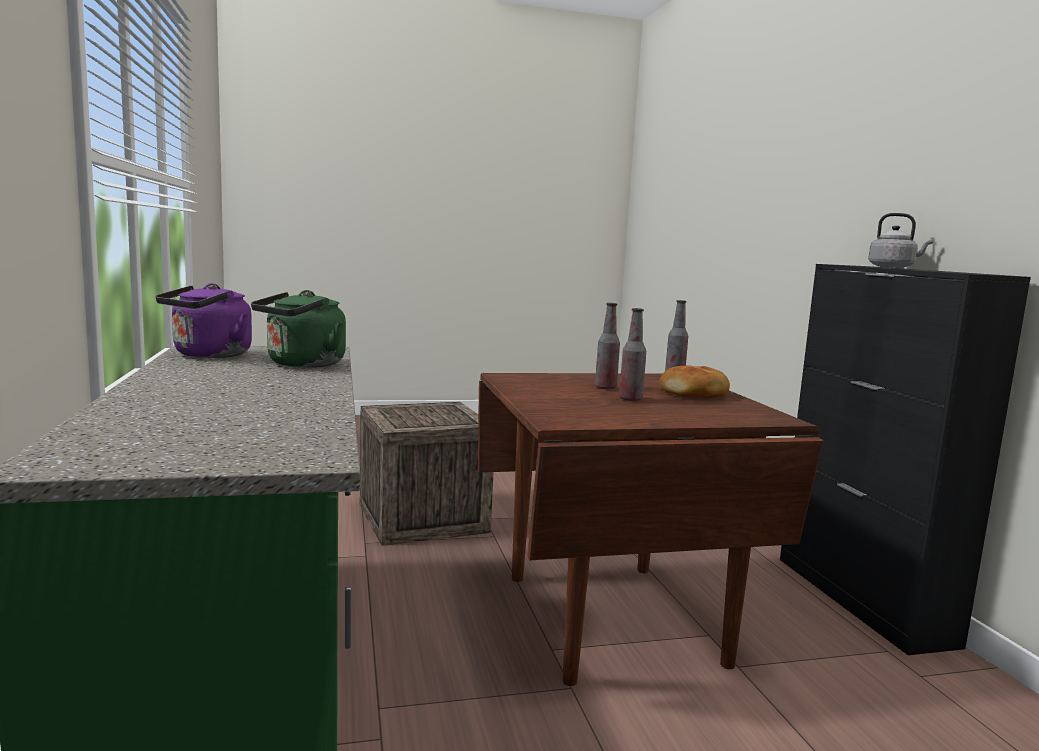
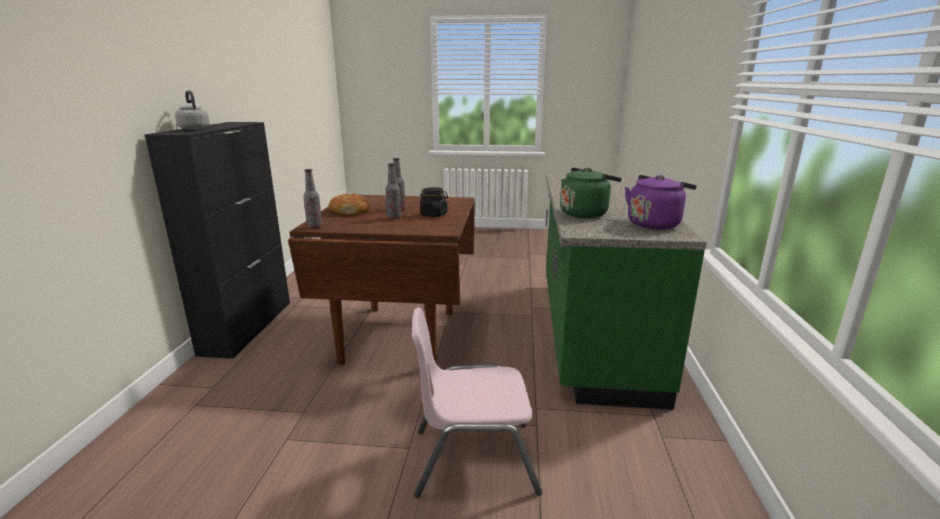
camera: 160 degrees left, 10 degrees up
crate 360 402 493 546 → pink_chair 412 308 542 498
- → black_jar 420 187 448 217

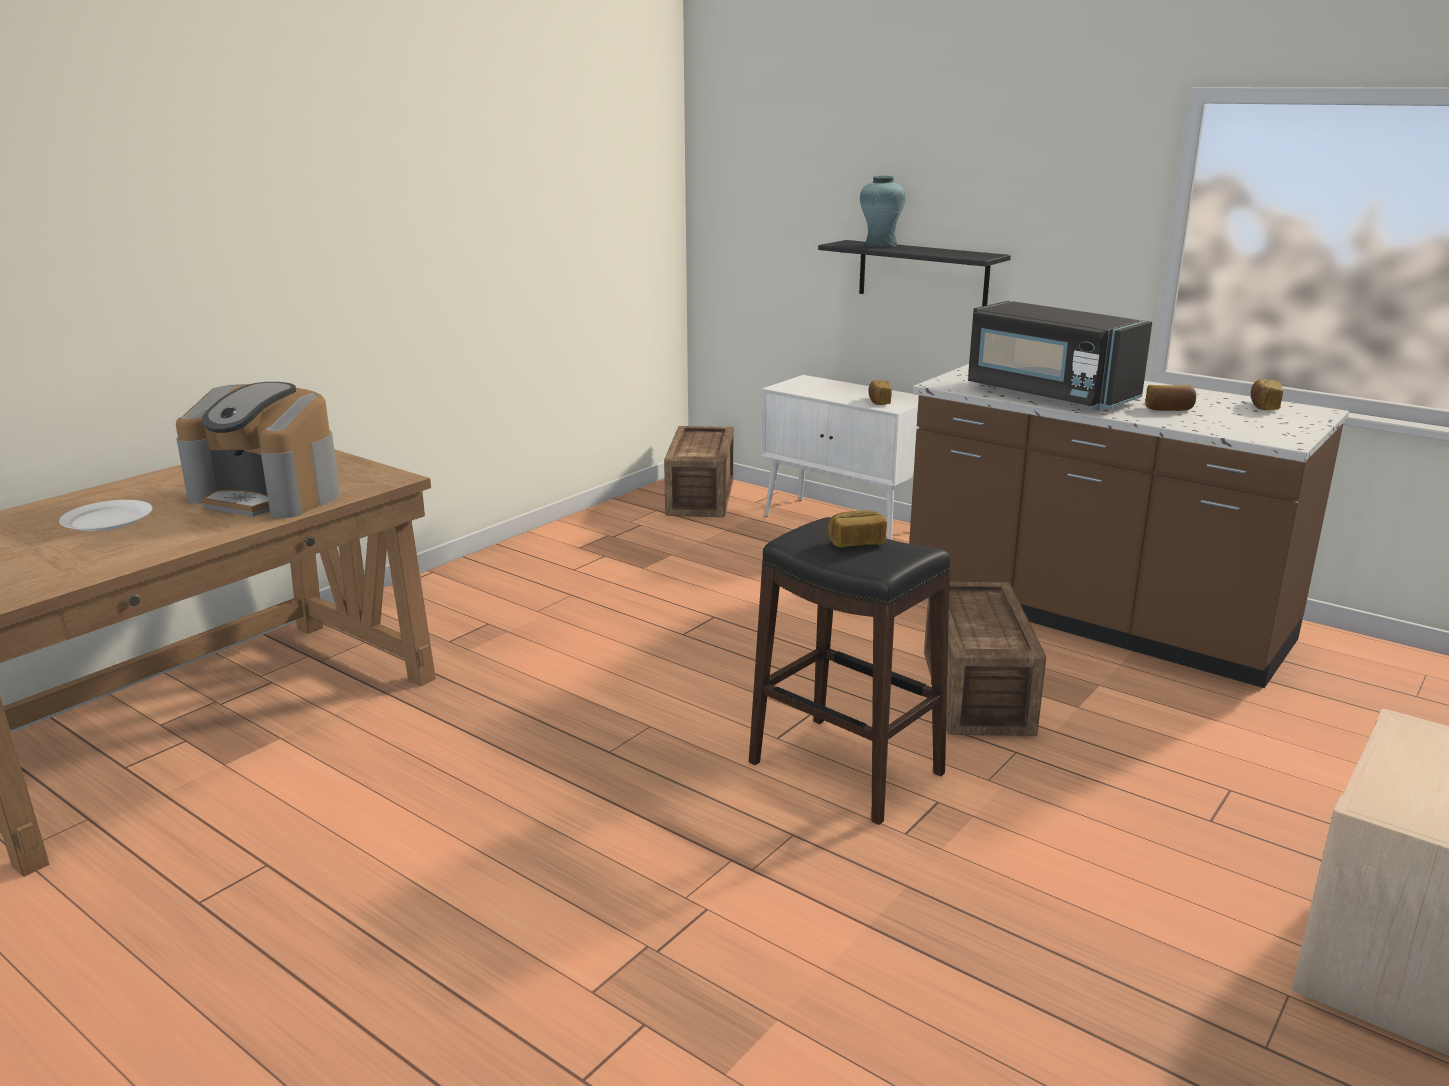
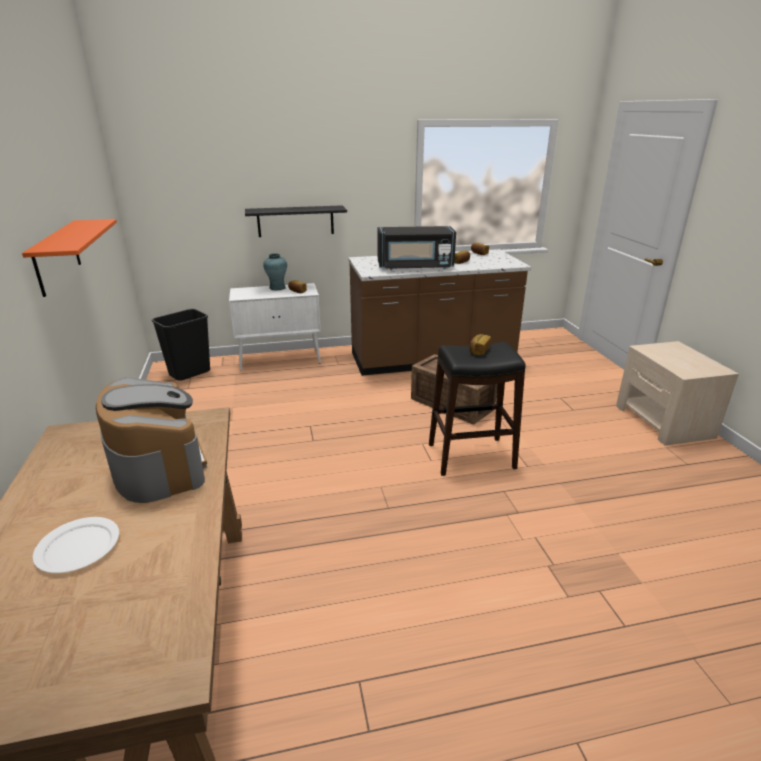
camera: 50 degrees left, 5 degrees up
- → orange_shelf 22 219 117 297
coffee_machine 176 382 340 518 → coffee_machine 96 377 207 503, 90 degrees counterclockwise
crate 664 426 734 517 → black_trash_can 152 309 210 381
turquoise_vase 860 176 906 248 → turquoise_vase 263 254 287 291, relocated

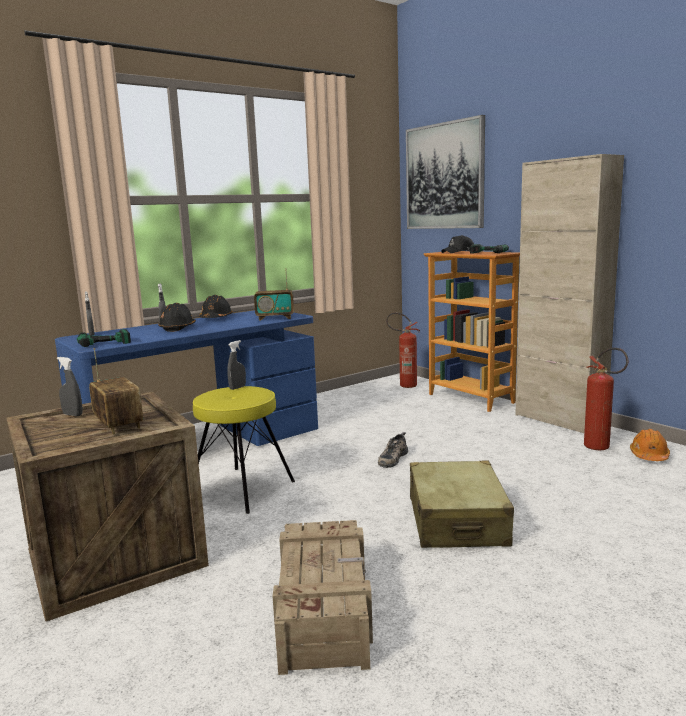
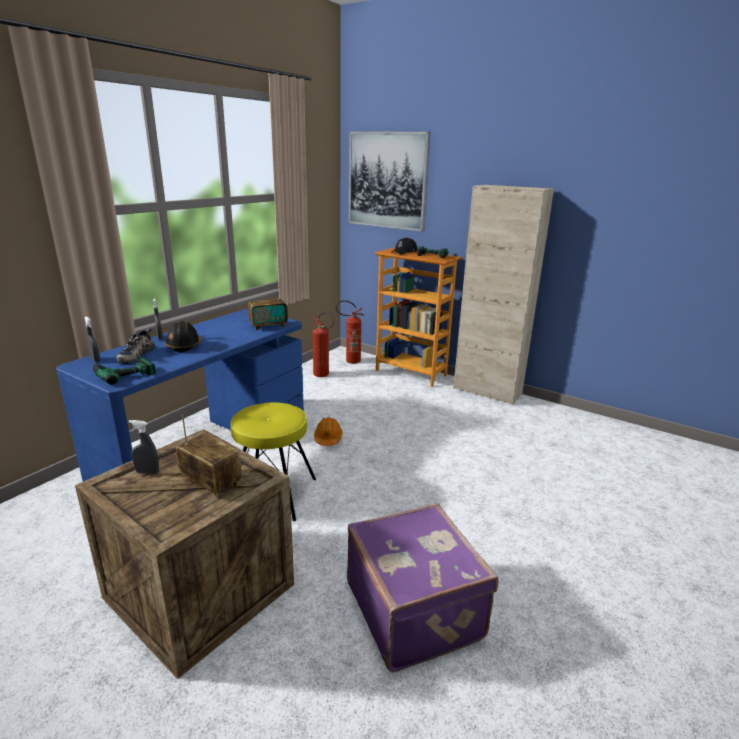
camera: 20 degrees left, 10 degrees up
shoe 378 432 408 468 → shoe 117 329 155 364, relocated
fire_extinguisher 584 348 628 450 → fire_extinguisher 312 312 334 377, relocated
orange_hard_hat 630 429 670 461 → orange_hard_hat 314 417 343 446, relocated
crate 273 520 373 675 → purple_suitcase 347 503 499 673
black_hard_hat 199 295 233 318 → -
grey_spray_bottle 227 340 246 390 → -
beige_suitcase 410 461 514 548 → -

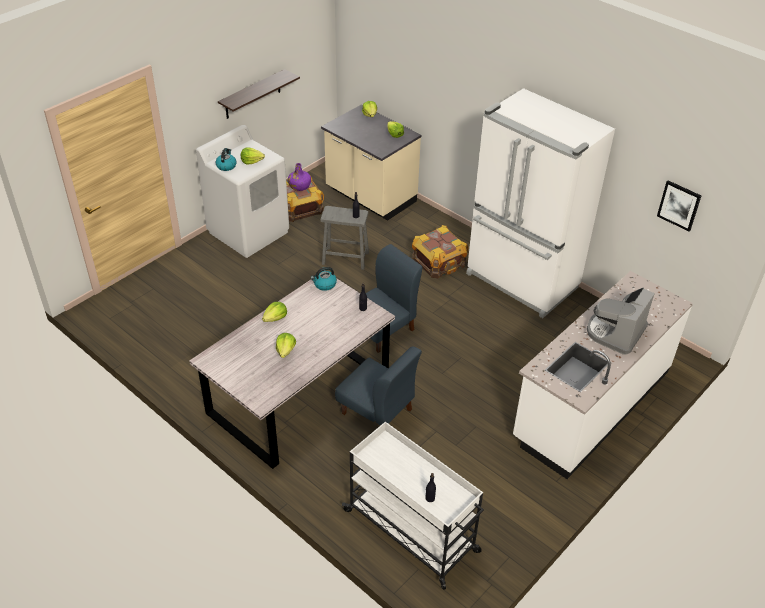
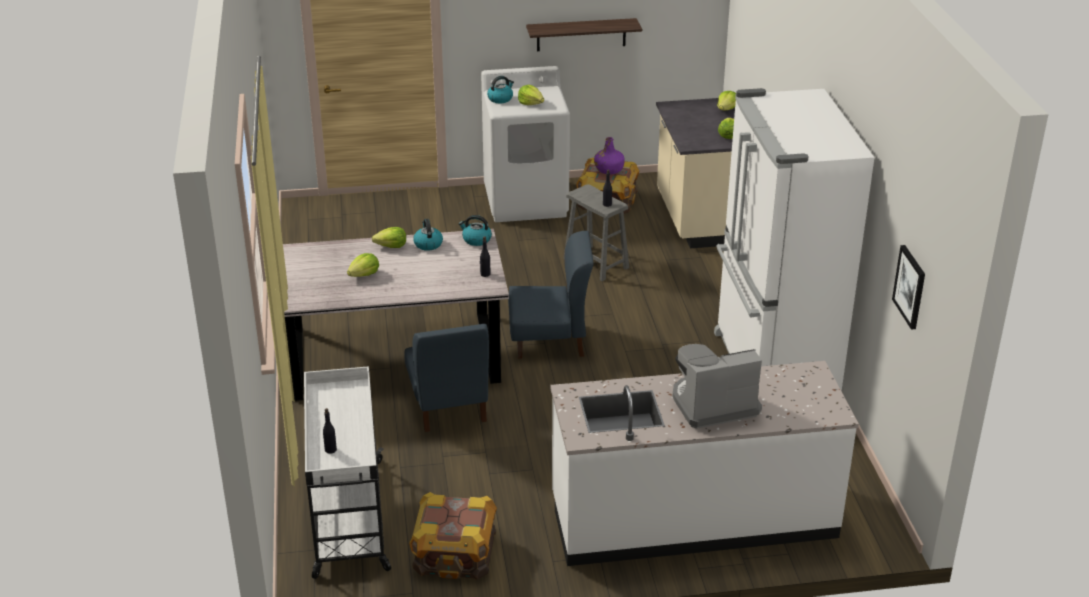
camera: 40 degrees right, 10 degrees down
crate 412 225 468 279 → crate 409 492 497 580, relocated
- → kettle 413 218 443 251

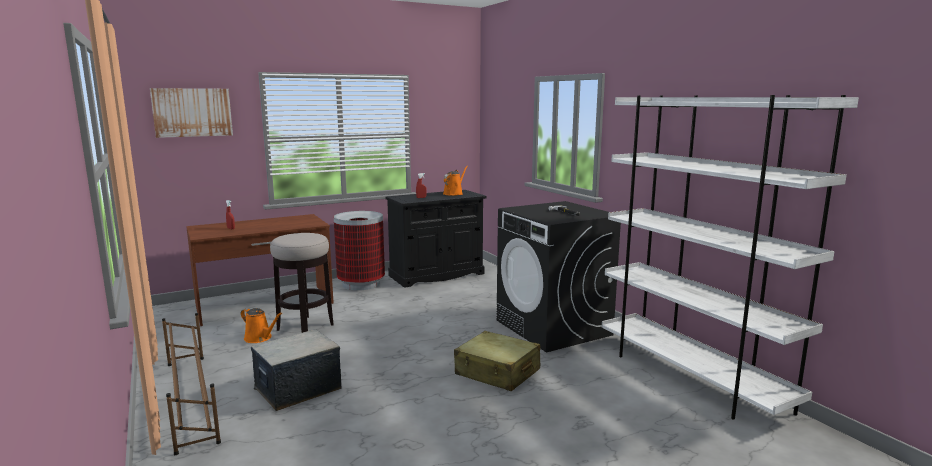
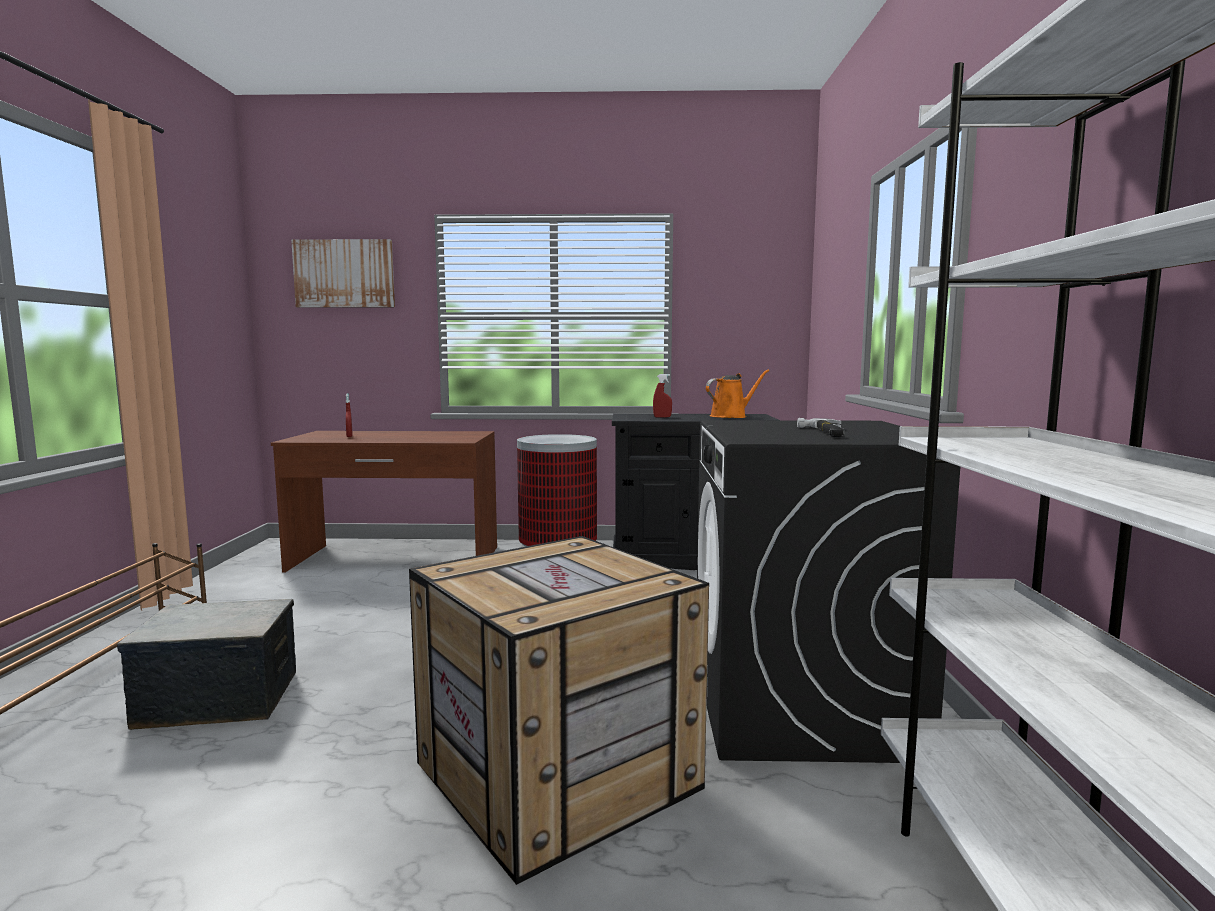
camera: 30 degrees right, 5 degrees down
beige_suitcase 454 331 540 391 → crate 409 536 709 885
orange_watering_can 241 308 282 343 → -
stool 270 233 334 333 → -

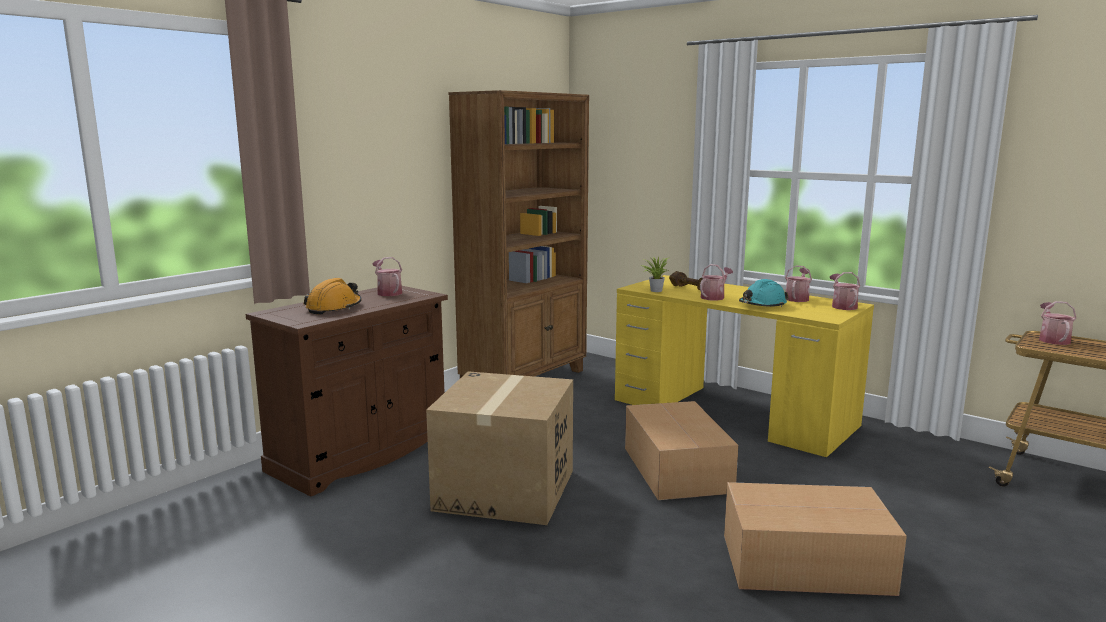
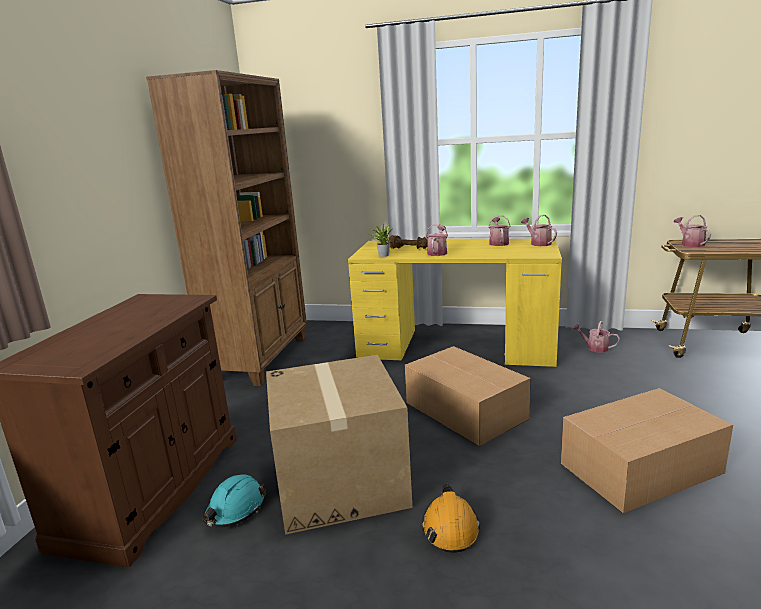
camera: 25 degrees left, 5 degrees up
turquoise_hard_hat 739 279 789 307 → turquoise_hard_hat 203 474 266 527, relocated
orange_hard_hat 304 278 362 315 → orange_hard_hat 422 484 480 553, relocated
watering_can 373 257 402 296 → watering_can 572 321 620 353, relocated

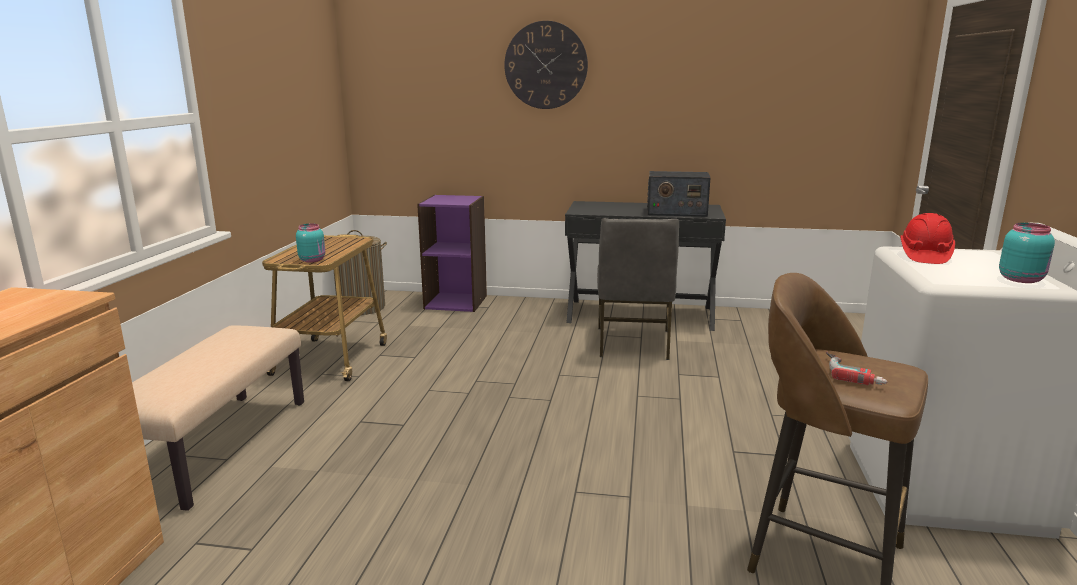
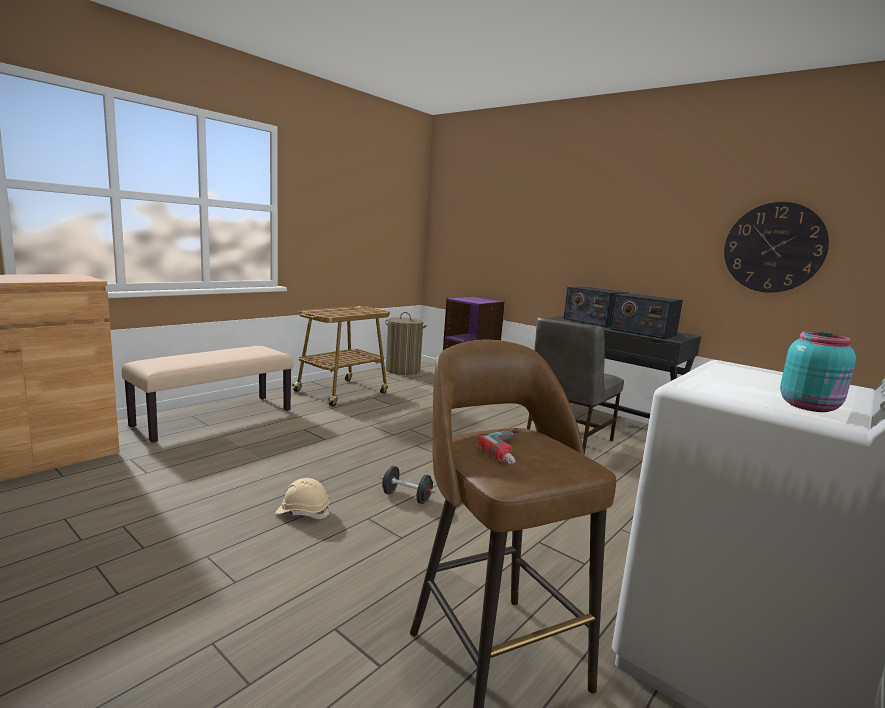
camera: 30 degrees right, 5 degrees down
- → beige_hard_hat 276 478 330 519
- → black_dumbbell 381 466 436 504
- → radio 563 286 629 328
wall_clock 504 21 588 109 → wall_clock 724 202 829 293, relocated
turquoise_jar 296 224 325 263 → -
red_hard_hat 900 213 955 264 → -

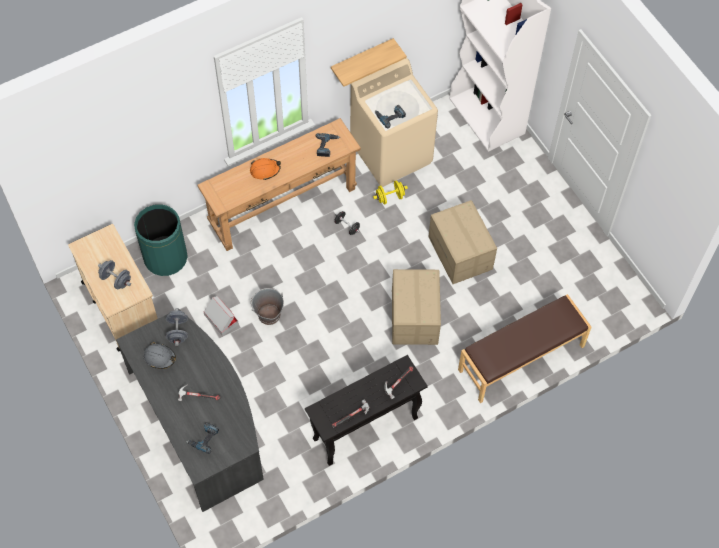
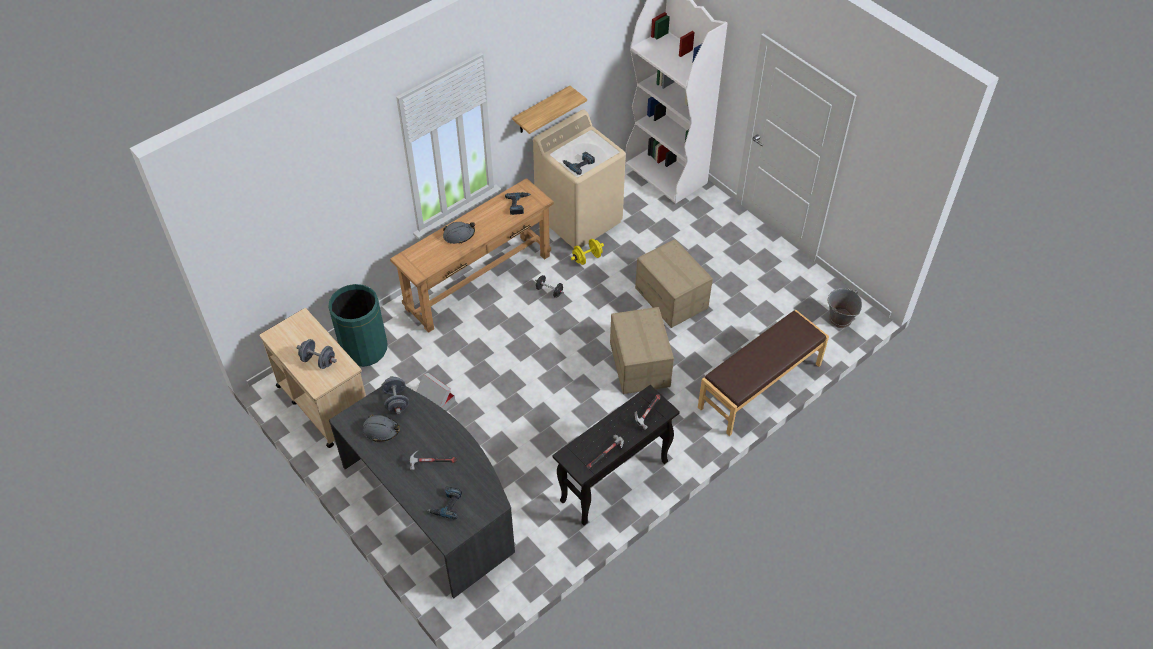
camera: 10 degrees left, 10 degrees down
orange_hard_hat 250 158 281 180 → grey_hard_hat 443 222 475 244
grey_bucket 251 288 284 325 → grey_bucket 828 288 862 328, relocated

